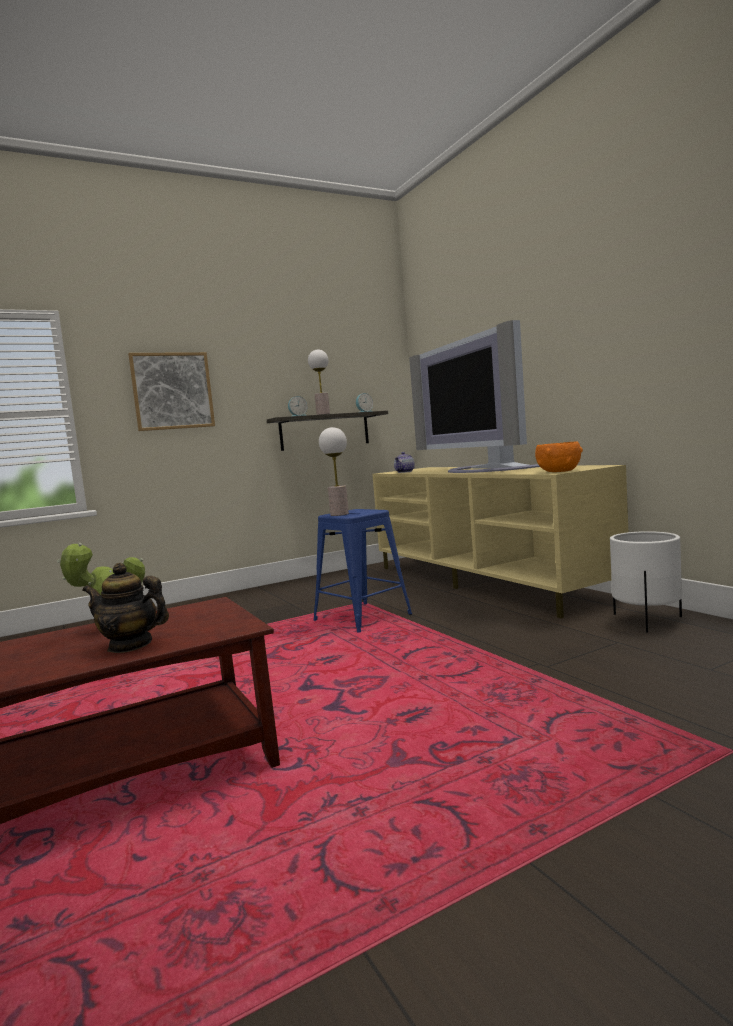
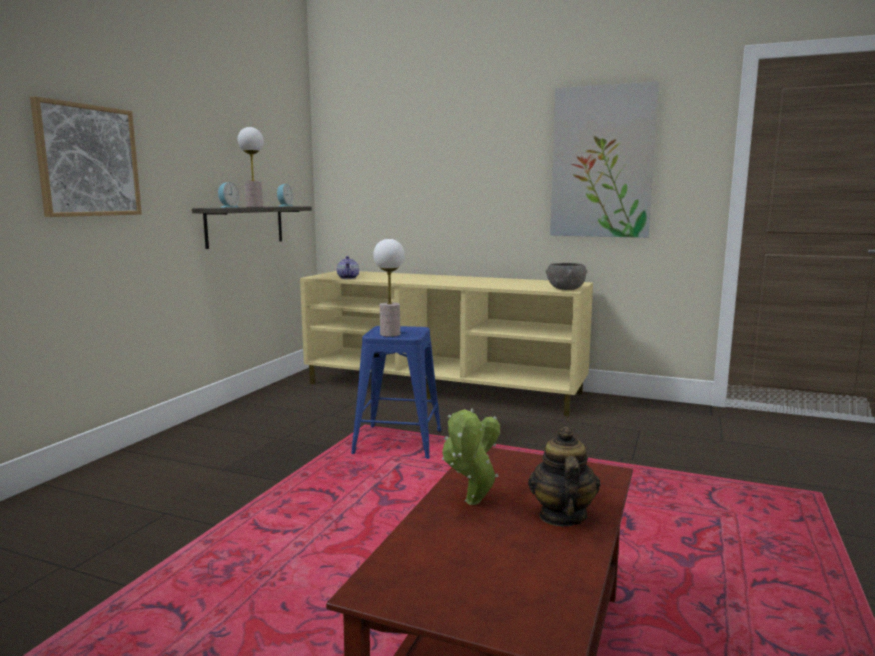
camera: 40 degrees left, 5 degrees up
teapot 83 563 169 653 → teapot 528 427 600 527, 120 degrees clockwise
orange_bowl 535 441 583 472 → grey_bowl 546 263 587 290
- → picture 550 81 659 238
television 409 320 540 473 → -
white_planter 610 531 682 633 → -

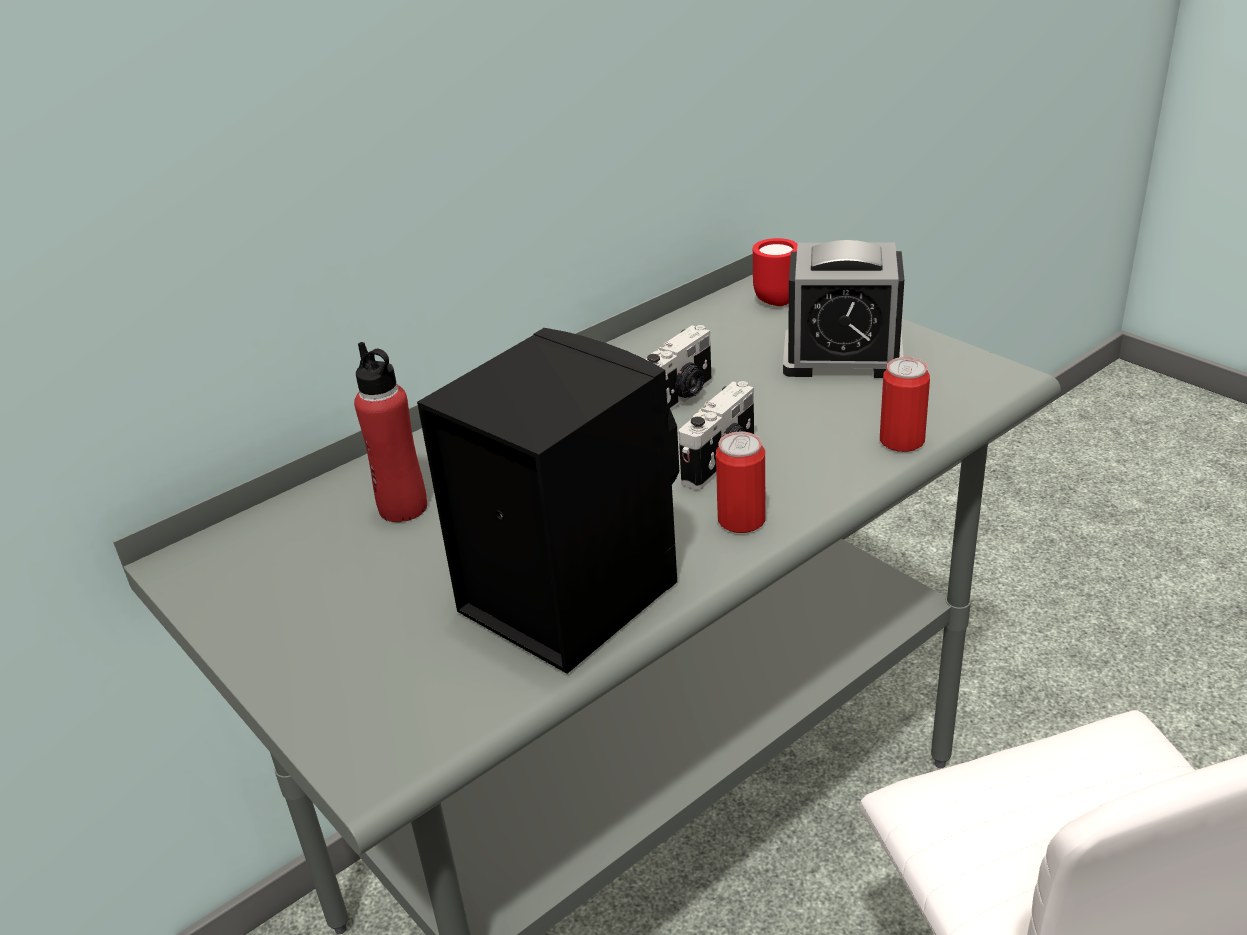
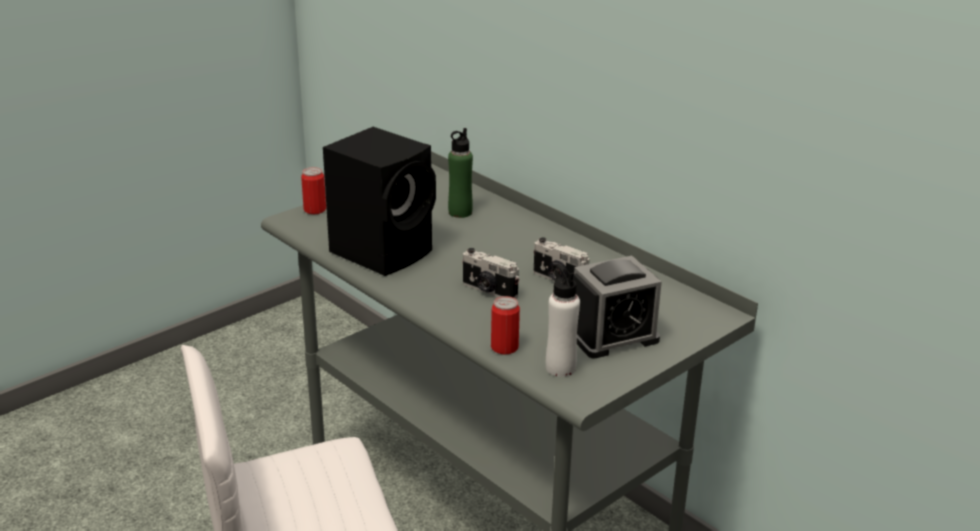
camera: 85 degrees right, 5 degrees down
can 716 432 766 533 → can 301 167 326 214, relocated
red_bottle 354 342 427 522 → green_bottle 448 128 473 218
- → white_bottle 546 264 580 377
alarm_clock 783 240 904 378 → alarm_clock 574 256 662 359, 120 degrees counterclockwise
red_mug 753 238 797 306 → -

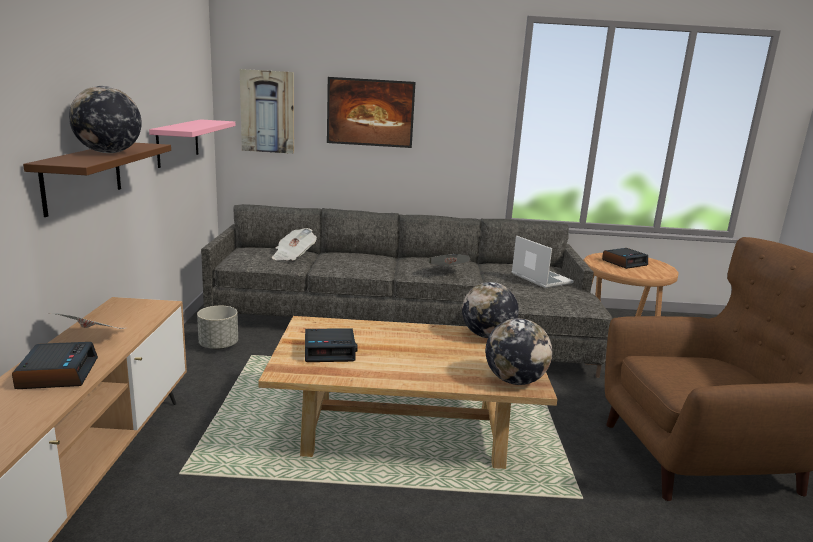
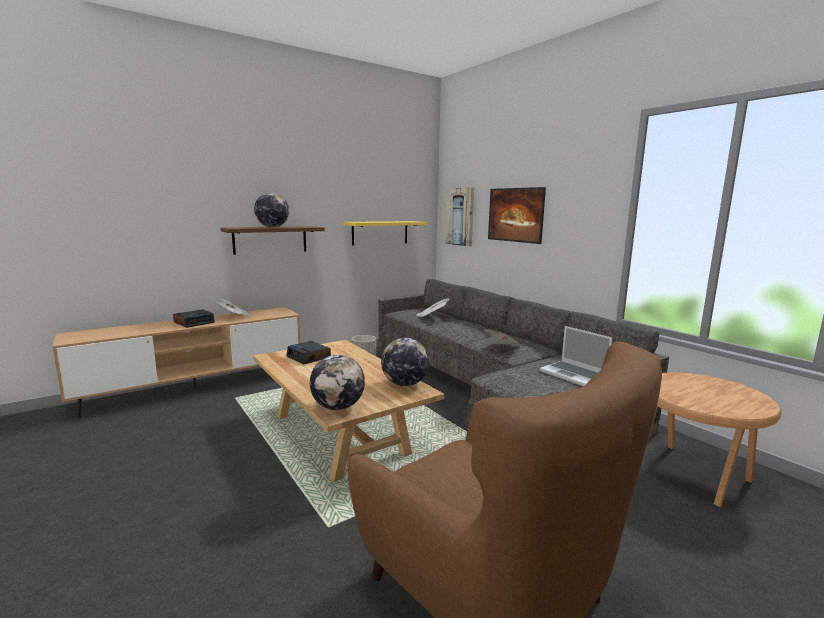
camera: 55 degrees right, 5 degrees down
pink_shelf 149 119 235 168 → yellow_shelf 344 221 427 245
laptop 512 236 574 288 → laptop 539 326 612 386, 120 degrees clockwise
alarm_clock 602 248 648 269 → -

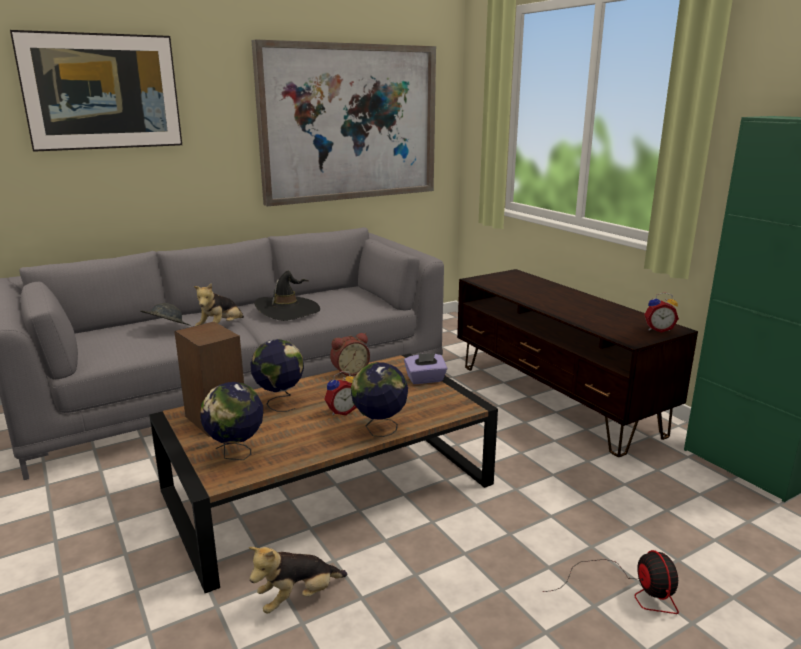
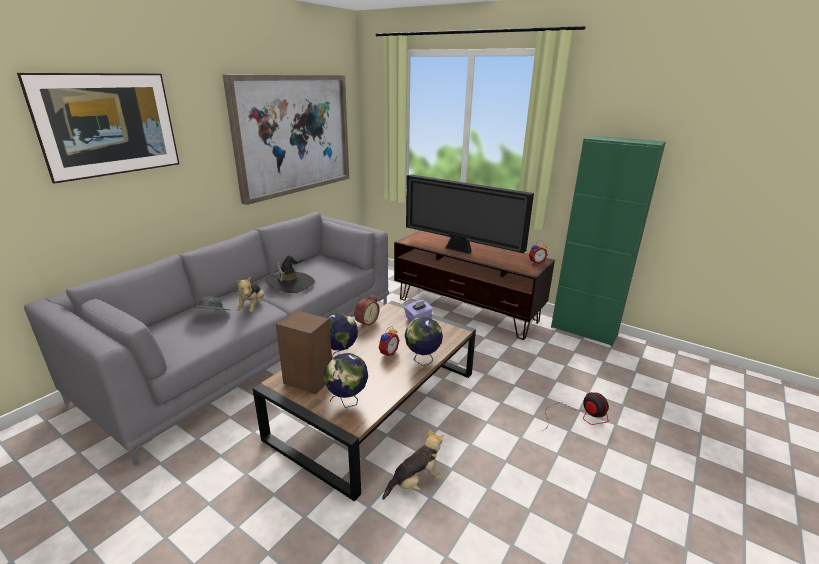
camera: 25 degrees left, 5 degrees up
plush_toy 249 547 347 614 → plush_toy 382 429 444 500, 150 degrees counterclockwise
- → television 406 174 534 254

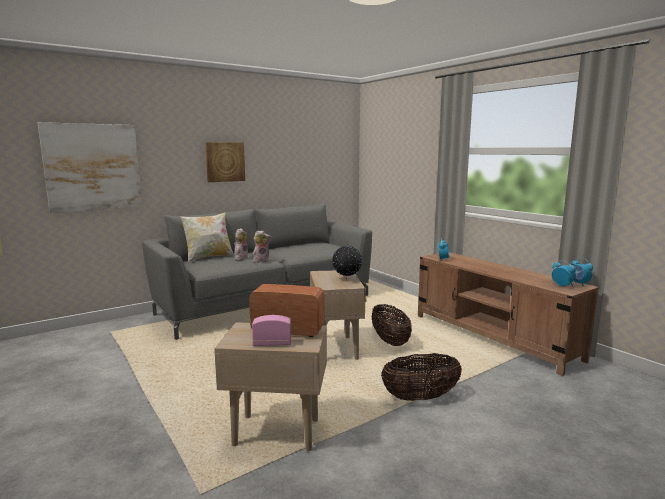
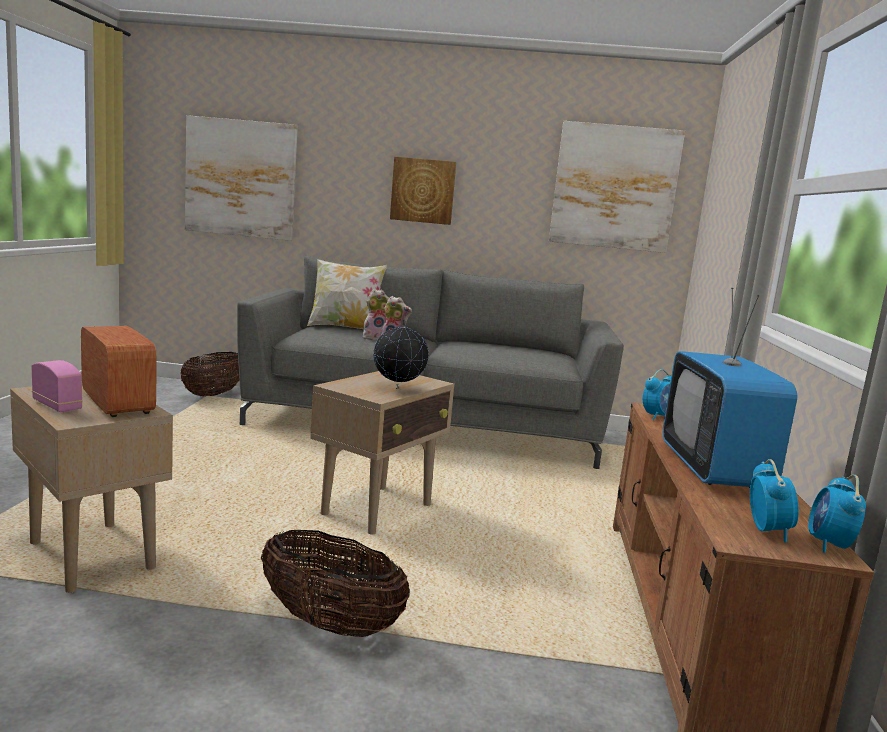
camera: 40 degrees right, 0 degrees up
basket 372 304 412 346 → basket 180 352 239 396, relocated
- → picture 549 121 685 253
- → television 663 288 798 488

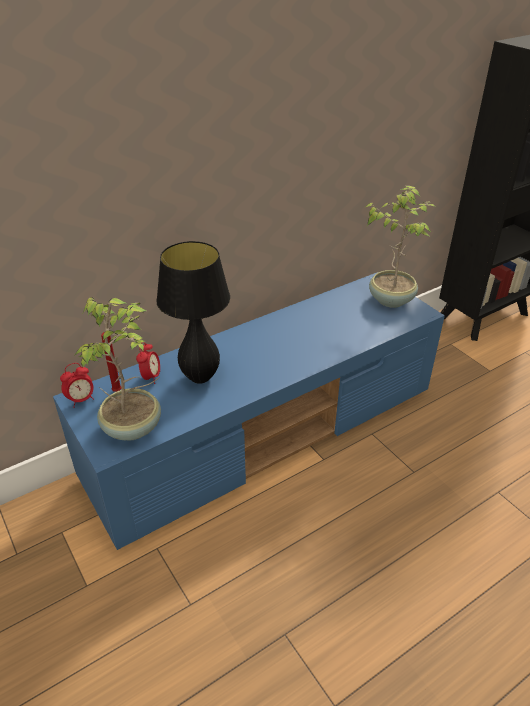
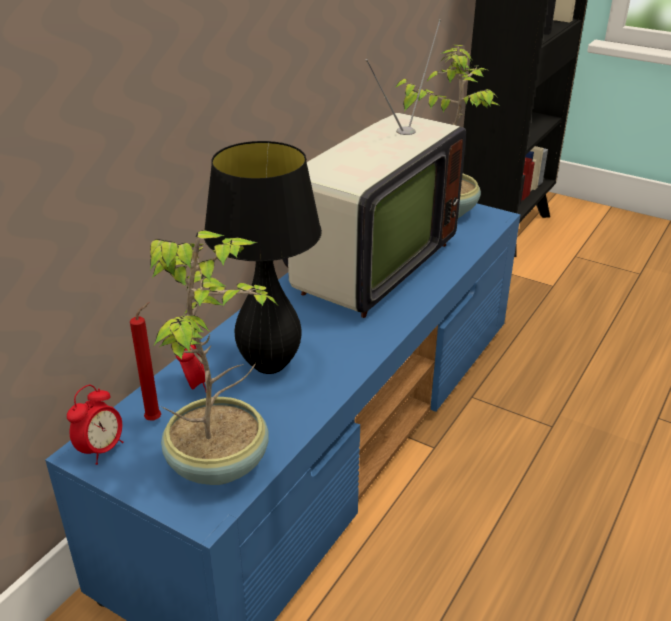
camera: 25 degrees left, 5 degrees down
- → television 282 19 466 318

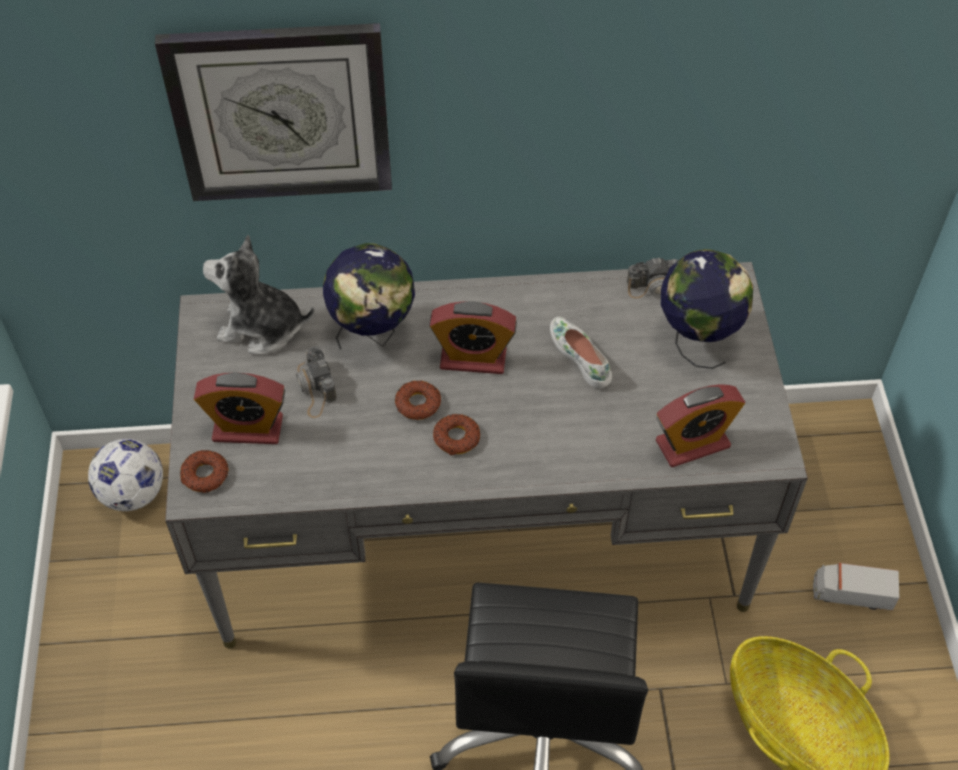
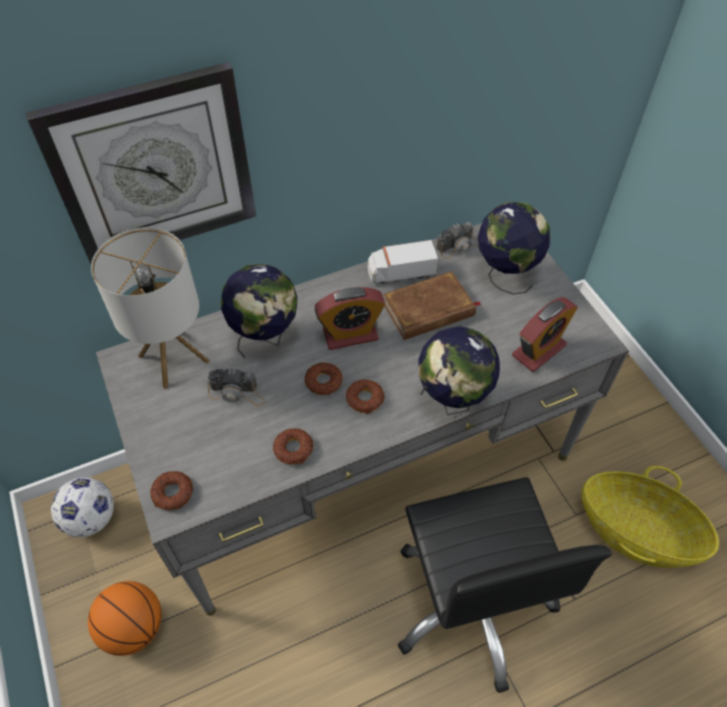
camera: 20 degrees left, 0 degrees up
- → basketball 88 581 162 656
plush_toy 203 235 315 354 → table_lamp 91 227 210 389
photo_camera 296 346 337 418 → photo_camera 207 368 265 407, 45 degrees counterclockwise
- → donut 273 428 314 464
toy_truck 813 563 899 610 → toy_truck 367 240 438 284, relocated
white_shoe 550 317 612 389 → brown_book 383 271 482 340
- → globe 418 326 500 415
alarm_clock 194 373 285 444 → -

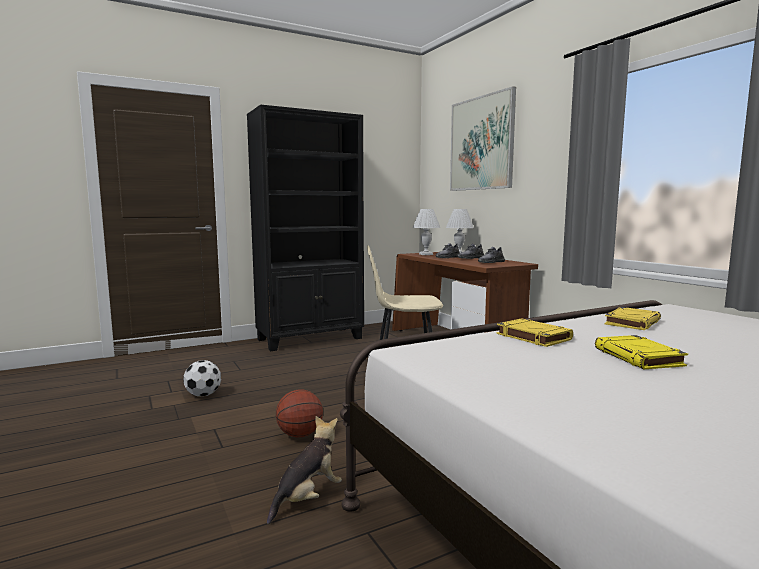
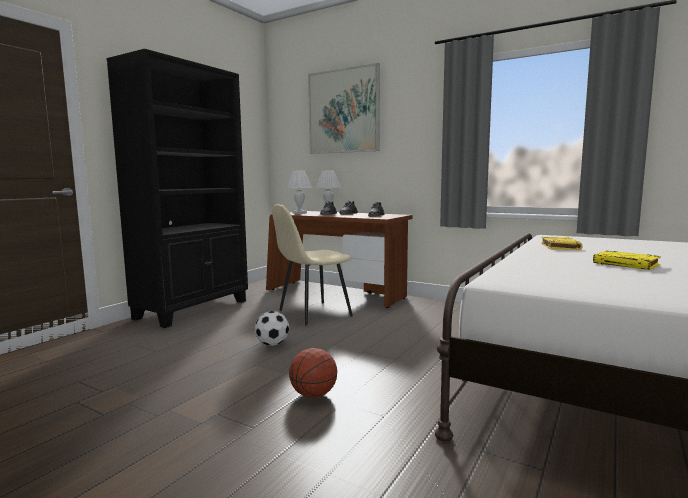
camera: 30 degrees left, 0 degrees up
football 183 360 221 397 → football 255 311 289 346, relocated
plush_toy 267 416 342 525 → -
yellow_book 497 318 573 347 → -

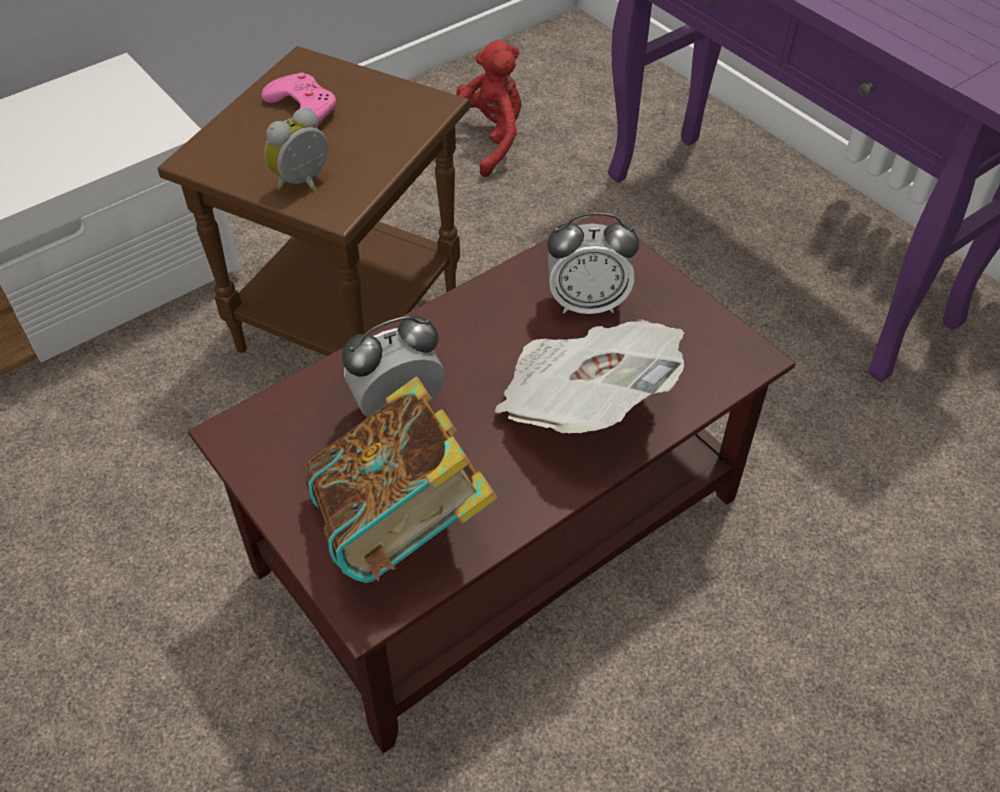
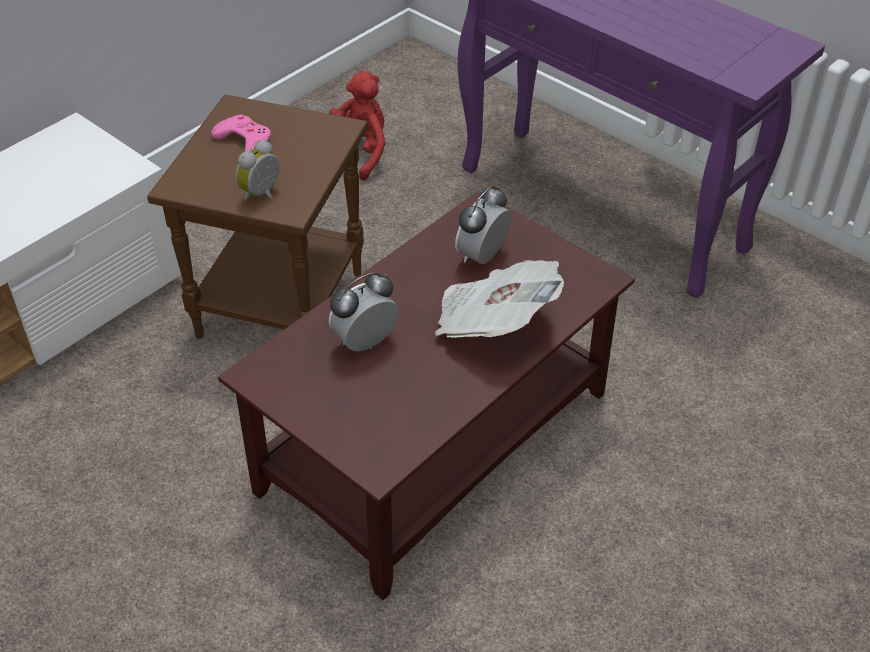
camera: 10 degrees left, 5 degrees down
alarm_clock 547 212 639 314 → alarm_clock 455 186 511 264, 135 degrees clockwise
book 305 377 497 583 → -

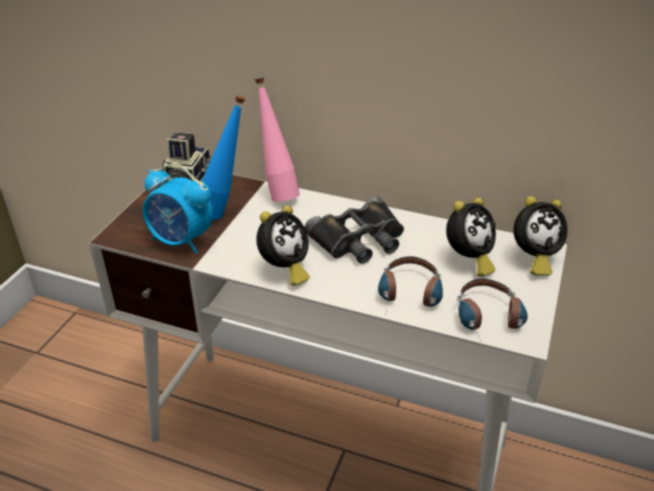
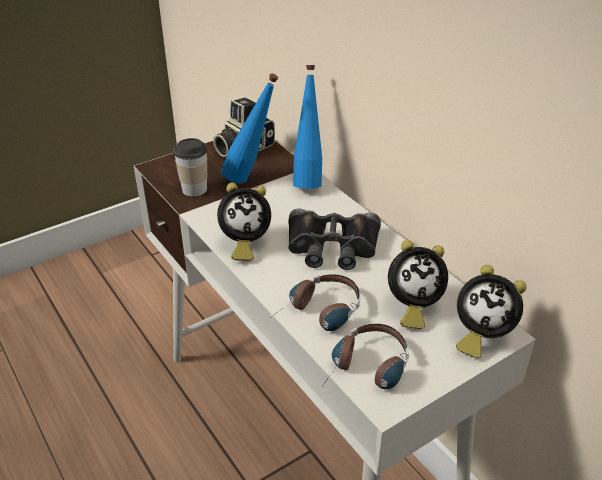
camera: 35 degrees right, 0 degrees up
alarm_clock 143 163 213 253 → cup 173 138 207 197
pink_bottle 255 77 300 202 → blue_bottle 293 65 322 189

